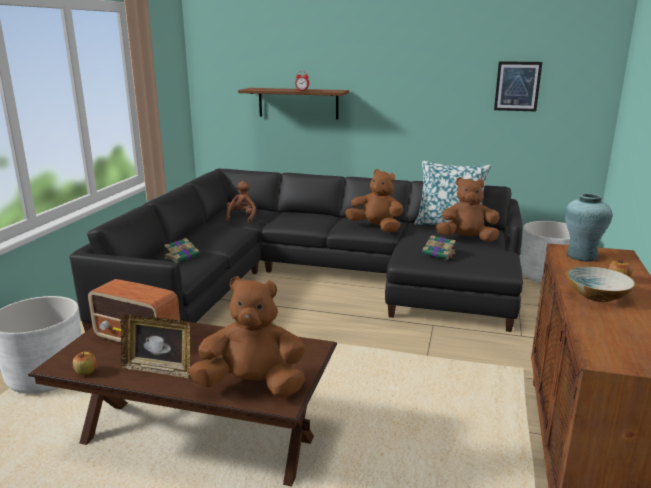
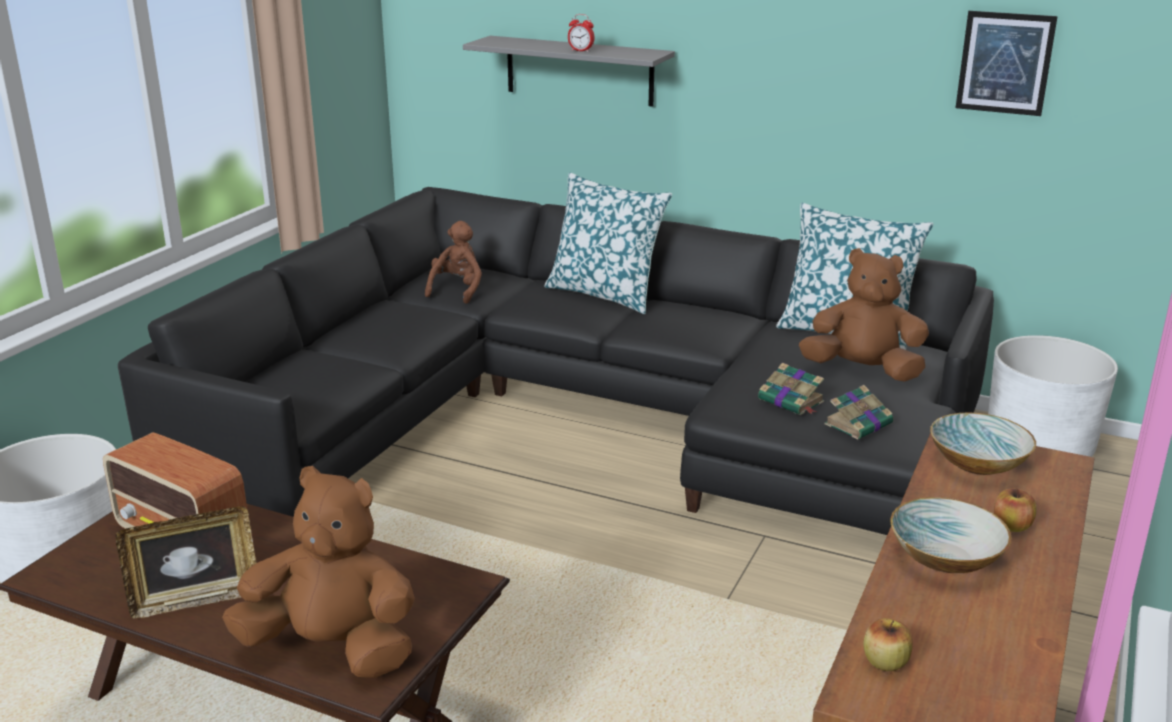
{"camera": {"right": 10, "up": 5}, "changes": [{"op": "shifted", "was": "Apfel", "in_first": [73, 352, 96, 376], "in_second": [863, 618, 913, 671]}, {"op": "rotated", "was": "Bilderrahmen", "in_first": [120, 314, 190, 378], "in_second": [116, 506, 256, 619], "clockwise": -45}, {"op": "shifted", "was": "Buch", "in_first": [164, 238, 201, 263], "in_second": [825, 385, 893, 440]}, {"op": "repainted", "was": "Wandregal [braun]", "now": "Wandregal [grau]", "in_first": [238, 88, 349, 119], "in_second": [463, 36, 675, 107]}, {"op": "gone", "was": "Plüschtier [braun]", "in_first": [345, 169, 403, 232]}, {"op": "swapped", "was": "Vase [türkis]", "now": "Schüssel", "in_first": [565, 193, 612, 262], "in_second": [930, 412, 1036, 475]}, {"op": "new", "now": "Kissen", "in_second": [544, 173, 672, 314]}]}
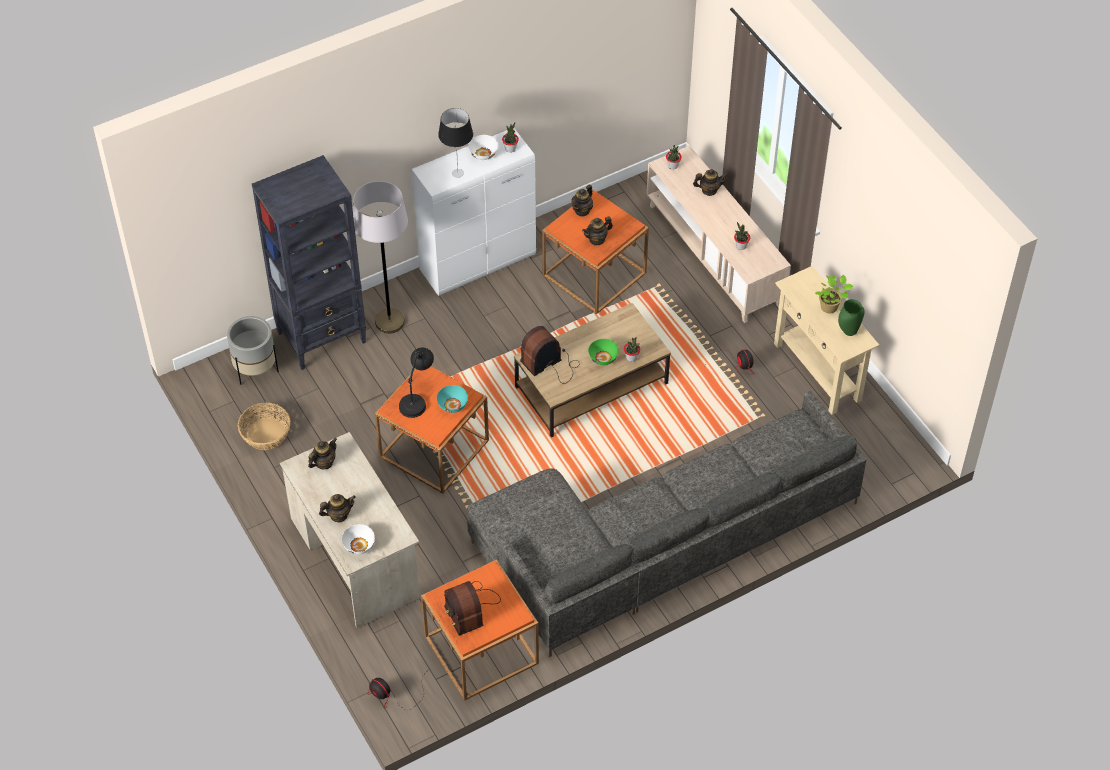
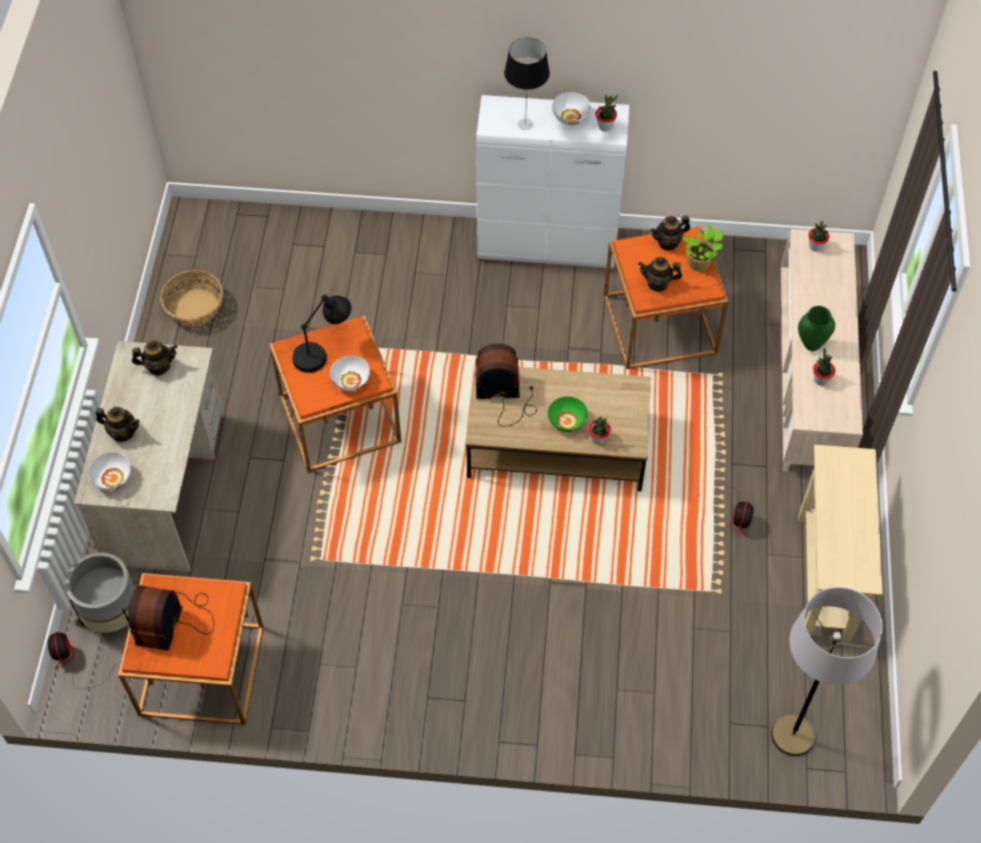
{"camera": {"right": 35, "up": 5}, "changes": [{"op": "shifted", "was": "Pflanzkübel [grau]", "in_first": [227, 316, 279, 385], "in_second": [66, 553, 136, 633]}, {"op": "gone", "was": "Bücherregal [schwarz]", "in_first": [252, 155, 366, 370]}, {"op": "shifted", "was": "Stehlampe [grau]", "in_first": [353, 181, 408, 333], "in_second": [771, 587, 883, 756]}, {"op": "repainted", "was": "Schüssel [türkis]", "now": "Schüssel [weiß]", "in_first": [437, 385, 468, 413], "in_second": [330, 356, 370, 391]}, {"op": "gone", "was": "Sofa [grau]", "in_first": [467, 391, 867, 657]}, {"op": "gone", "was": "Teekanne", "in_first": [693, 169, 727, 196]}, {"op": "shifted", "was": "Topfpflanze", "in_first": [815, 275, 853, 313], "in_second": [682, 225, 723, 272]}, {"op": "shifted", "was": "Vase [grün]", "in_first": [838, 299, 865, 336], "in_second": [798, 306, 835, 351]}]}
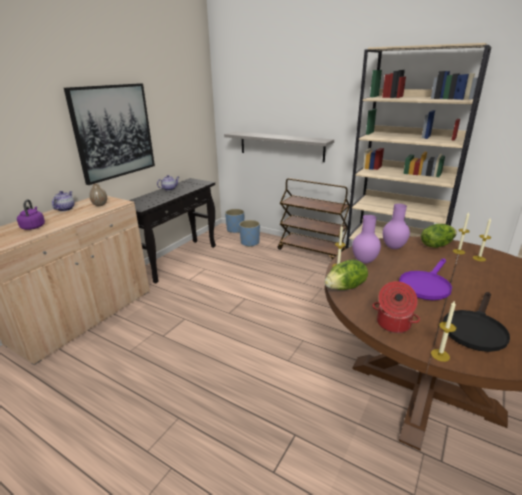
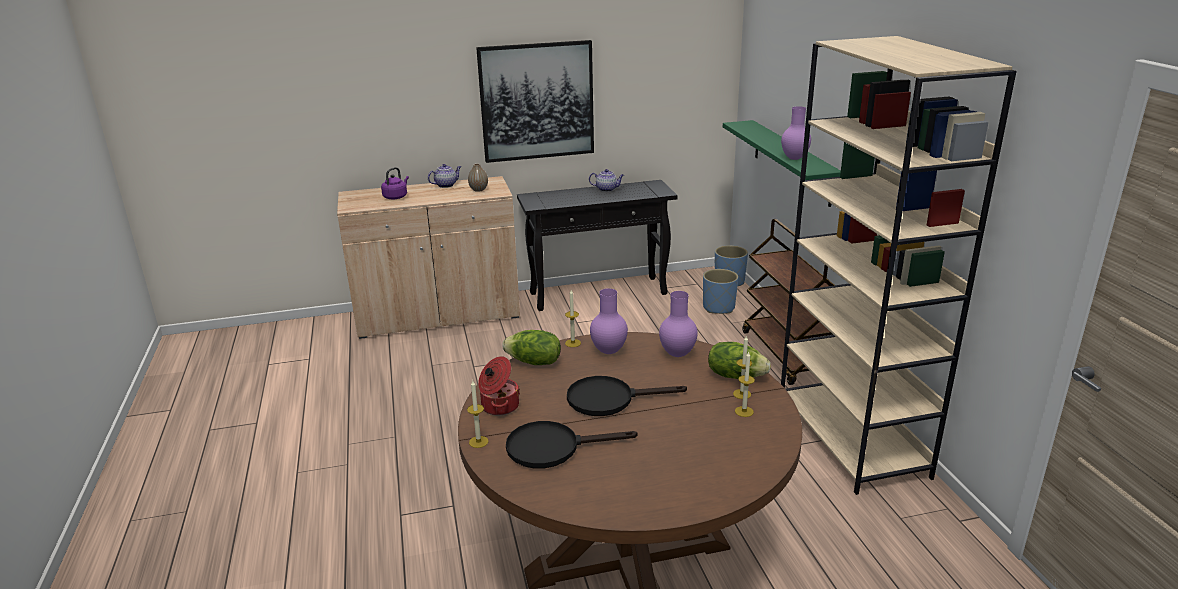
{"camera": {"right": 45, "up": 0}, "changes": [{"op": "repainted", "was": "Wandregal [grau]", "now": "Wandregal [grün]", "in_first": [224, 131, 334, 162], "in_second": [723, 120, 841, 207]}, {"op": "repainted", "was": "Pfanne [lila]", "now": "Pfanne [schwarz]", "in_first": [399, 258, 452, 300], "in_second": [567, 376, 687, 416]}, {"op": "new", "now": "Vase [lila]", "in_second": [781, 106, 811, 160]}]}
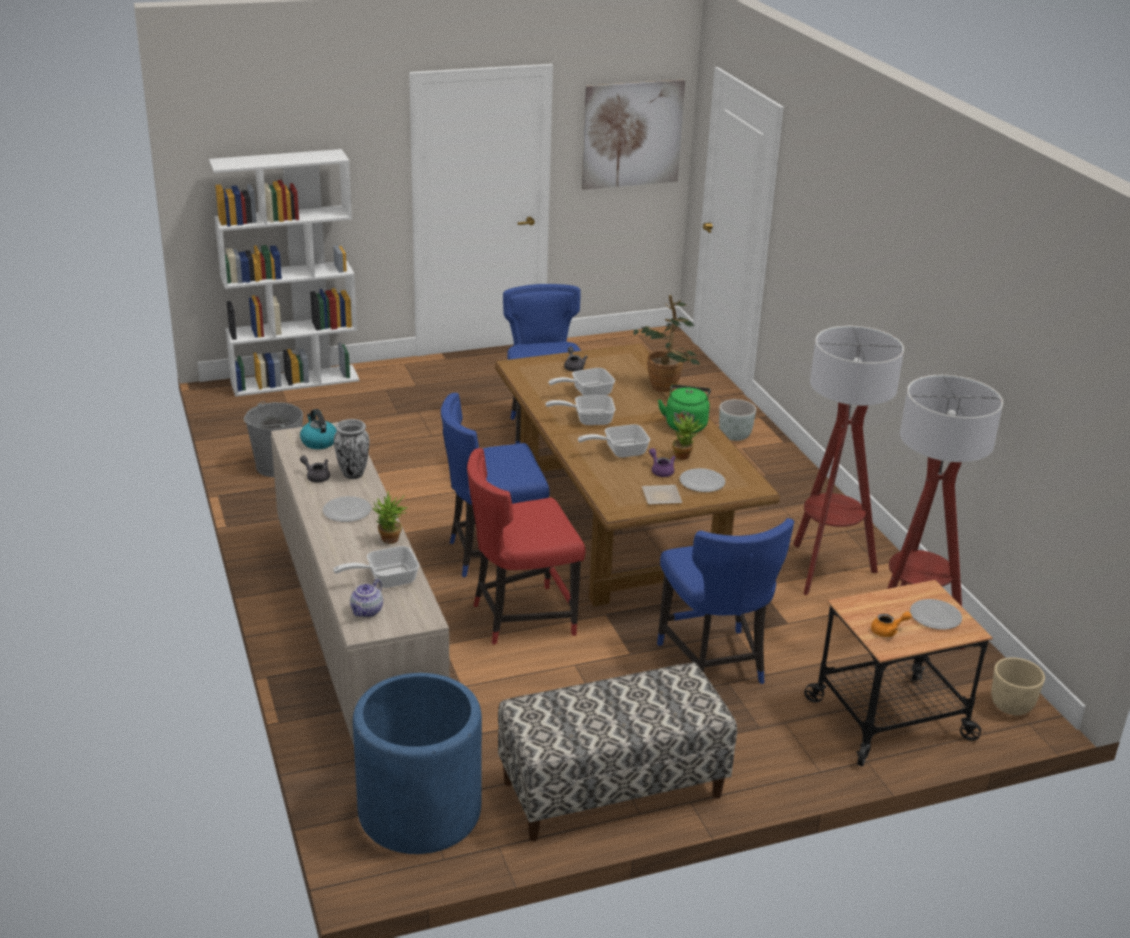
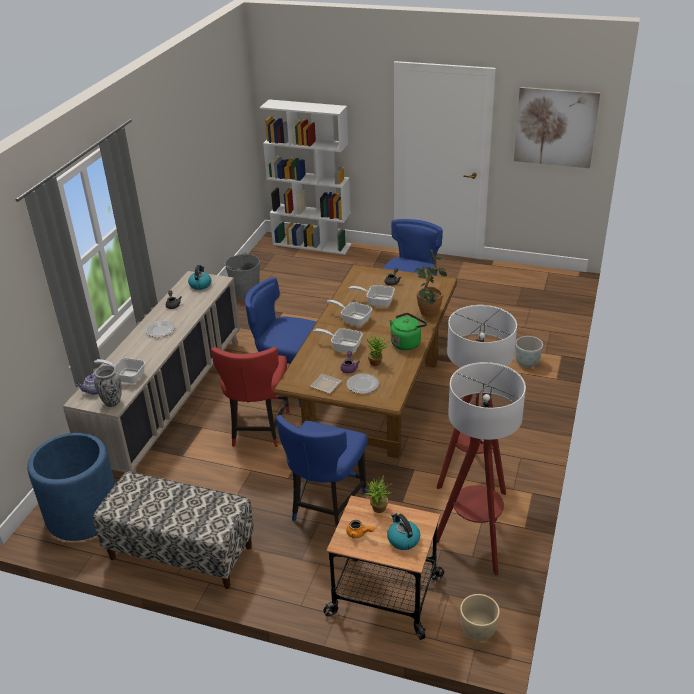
{"camera": {"right": 40, "up": 5}, "changes": [{"op": "shifted", "was": "Vase", "in_first": [334, 419, 369, 479], "in_second": [94, 365, 122, 407]}, {"op": "shifted", "was": "Topfpflanze", "in_first": [373, 491, 408, 544], "in_second": [364, 475, 393, 513]}, {"op": "rotated", "was": "Stuhl [rot]", "in_first": [467, 448, 586, 645], "in_second": [211, 347, 290, 447], "clockwise": -105}, {"op": "swapped", "was": "Teller", "now": "Wasserkessel", "in_first": [910, 599, 962, 630], "in_second": [387, 513, 420, 550]}]}
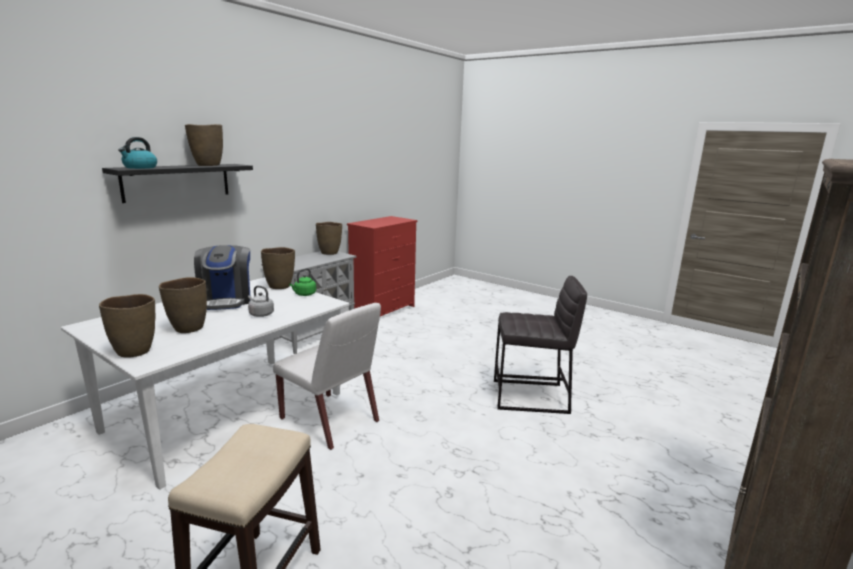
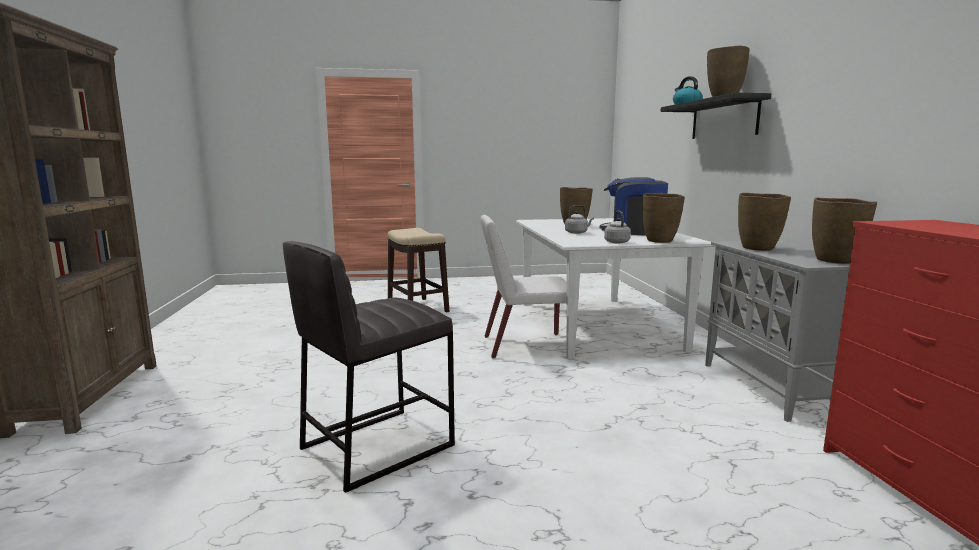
{"camera": {"right": 135, "up": -5}, "changes": [{"op": "shifted", "was": "Vase [braun]", "in_first": [99, 294, 155, 357], "in_second": [738, 193, 791, 251]}, {"op": "repainted", "was": "Wasserkessel [grün]", "now": "Wasserkessel [grau]", "in_first": [289, 268, 316, 296], "in_second": [604, 211, 631, 243]}]}
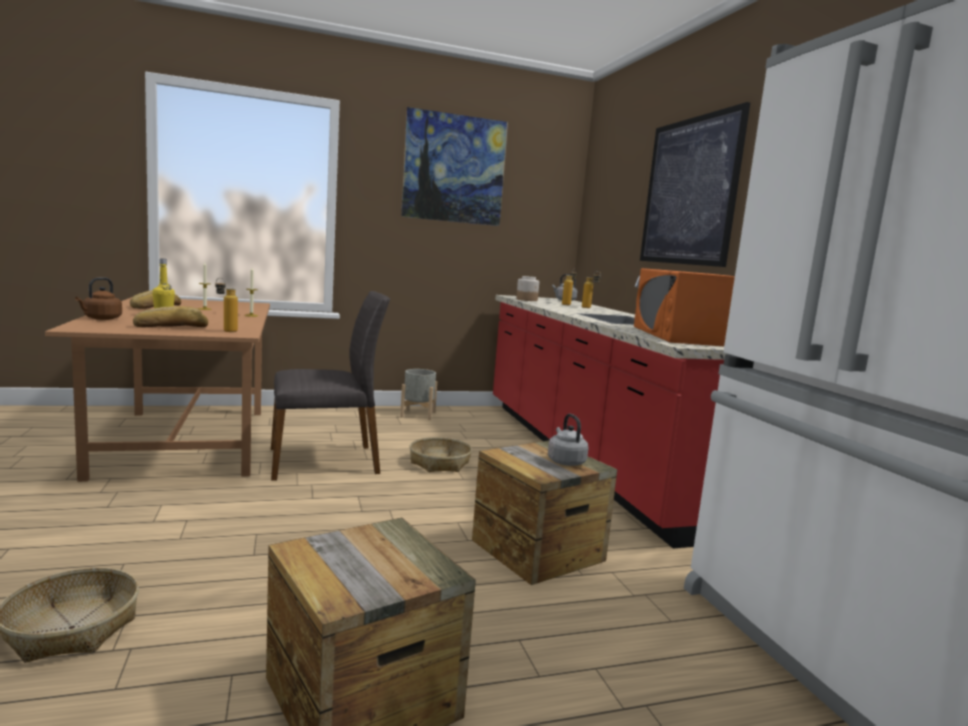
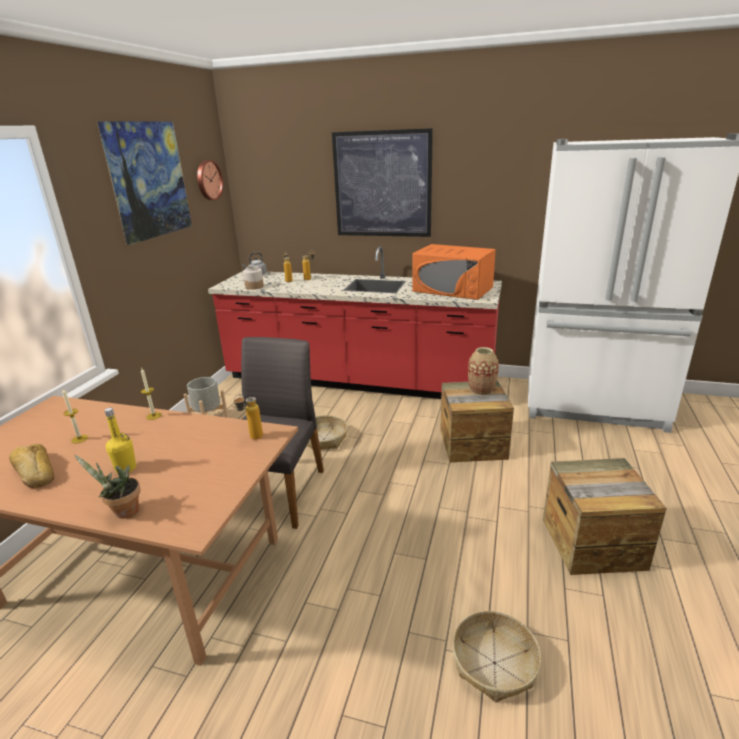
{"camera": {"right": -55, "up": 15}, "changes": [{"op": "swapped", "was": "Wasserkessel [braun]", "now": "Topfpflanze", "in_first": [75, 277, 122, 320], "in_second": [74, 455, 140, 518]}, {"op": "gone", "was": "Brot", "in_first": [133, 306, 208, 327]}, {"op": "swapped", "was": "Wasserkessel [grau]", "now": "Vase", "in_first": [548, 414, 588, 466], "in_second": [468, 347, 499, 396]}, {"op": "new", "now": "Wanduhr", "in_second": [197, 160, 223, 200]}]}
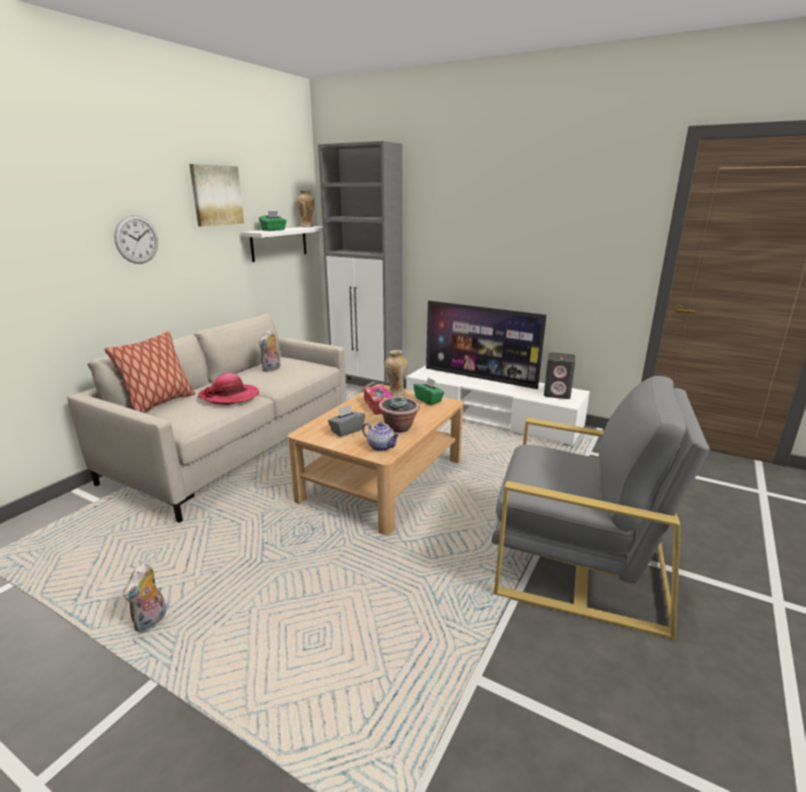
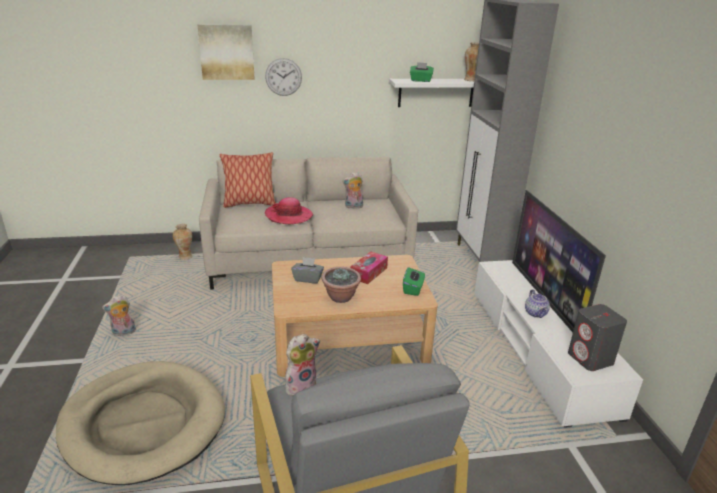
{"camera": {"right": 50, "up": 5}, "changes": [{"op": "shifted", "was": "Bild", "in_first": [189, 164, 244, 227], "in_second": [198, 24, 255, 80]}, {"op": "shifted", "was": "Teekanne", "in_first": [362, 422, 400, 451], "in_second": [525, 290, 550, 318]}, {"op": "shifted", "was": "Vase", "in_first": [385, 350, 408, 396], "in_second": [173, 224, 192, 260]}, {"op": "new", "now": "Hundebett [beige]", "in_second": [56, 361, 225, 485]}, {"op": "new", "now": "Plüschtier", "in_second": [285, 334, 320, 396]}]}
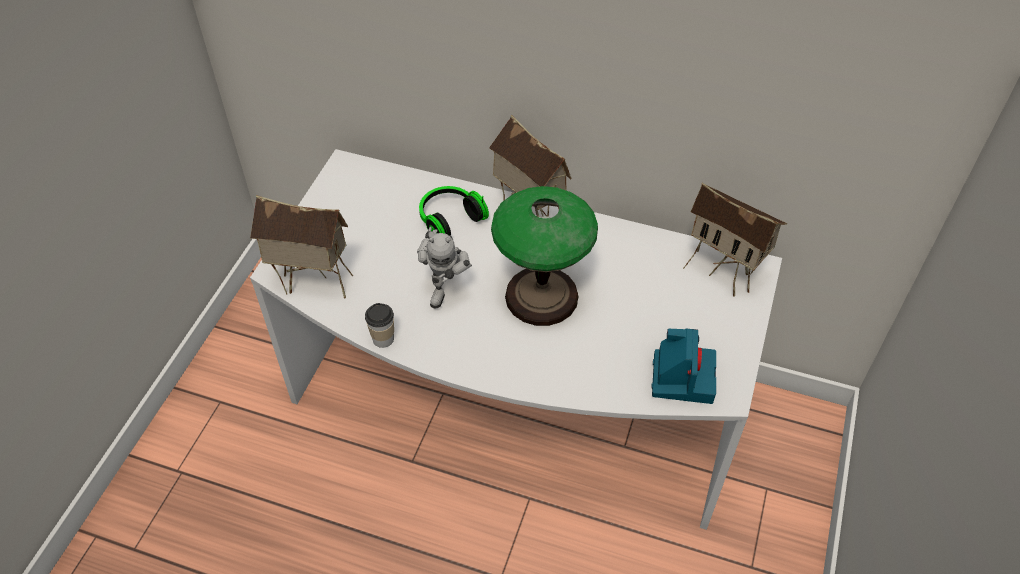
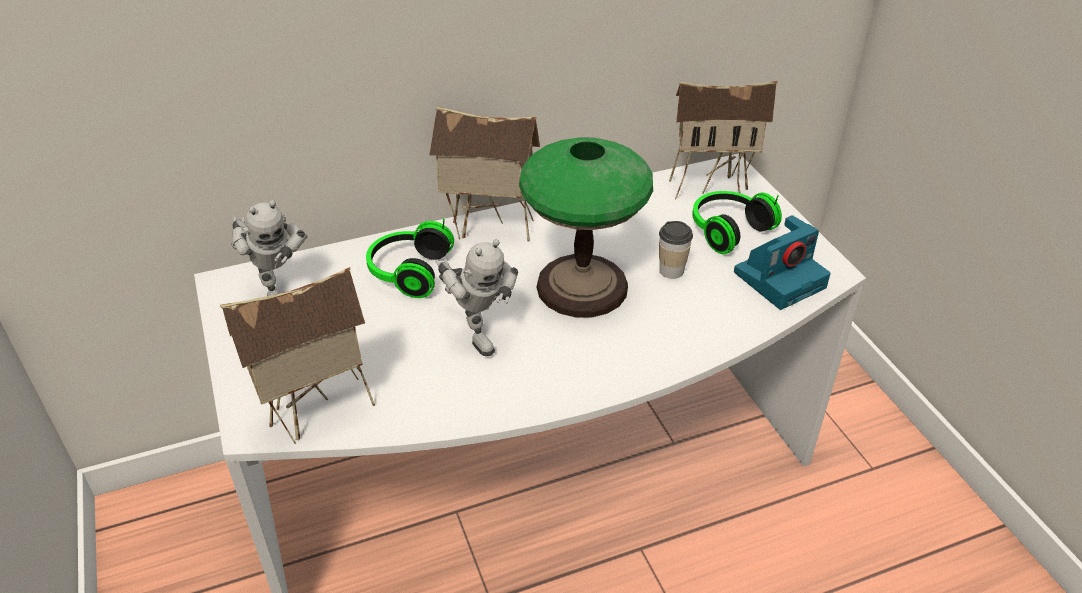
{"camera": {"right": -40, "up": -10}, "changes": [{"op": "shifted", "was": "Tasse", "in_first": [365, 303, 394, 348], "in_second": [659, 221, 693, 279]}, {"op": "rotated", "was": "Kamera", "in_first": [651, 328, 716, 404], "in_second": [734, 215, 831, 310], "clockwise": 90}, {"op": "new", "now": "Spielzeugroboter", "in_second": [232, 200, 307, 296]}, {"op": "new", "now": "Kopfhörer", "in_second": [692, 191, 782, 254]}]}
